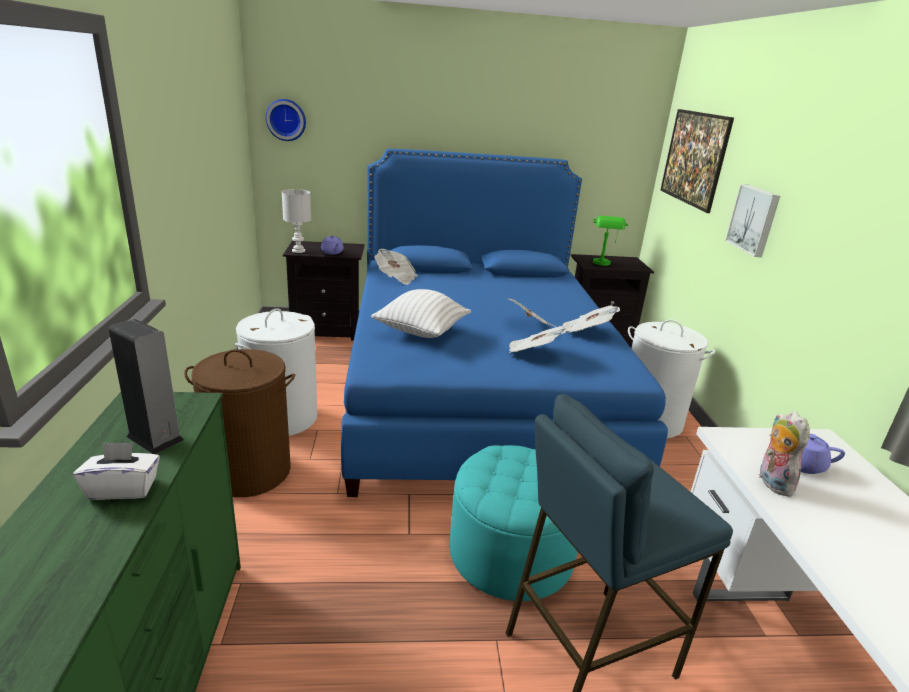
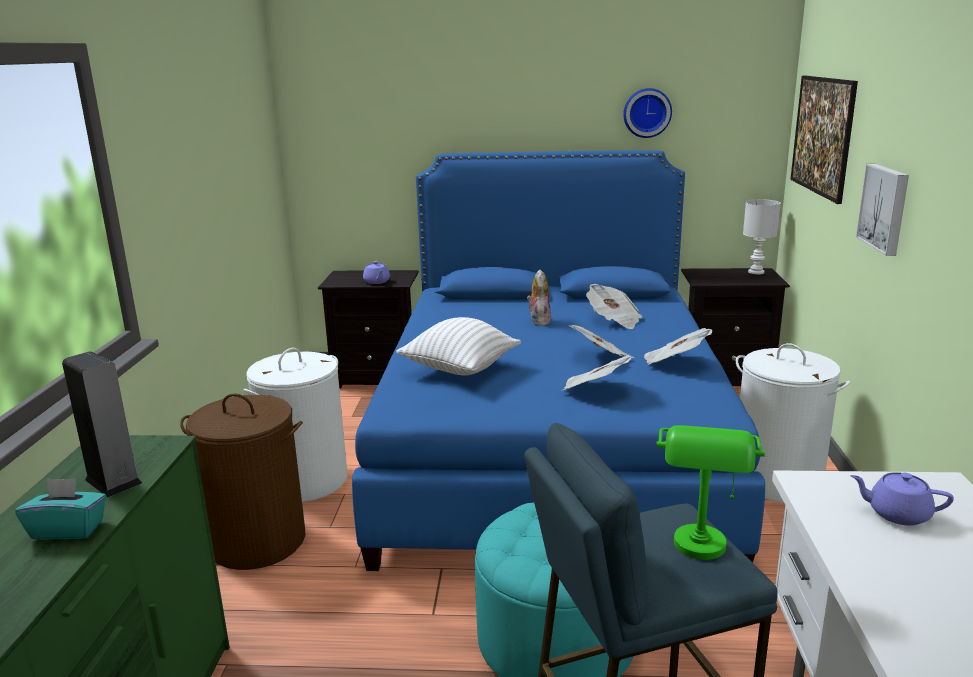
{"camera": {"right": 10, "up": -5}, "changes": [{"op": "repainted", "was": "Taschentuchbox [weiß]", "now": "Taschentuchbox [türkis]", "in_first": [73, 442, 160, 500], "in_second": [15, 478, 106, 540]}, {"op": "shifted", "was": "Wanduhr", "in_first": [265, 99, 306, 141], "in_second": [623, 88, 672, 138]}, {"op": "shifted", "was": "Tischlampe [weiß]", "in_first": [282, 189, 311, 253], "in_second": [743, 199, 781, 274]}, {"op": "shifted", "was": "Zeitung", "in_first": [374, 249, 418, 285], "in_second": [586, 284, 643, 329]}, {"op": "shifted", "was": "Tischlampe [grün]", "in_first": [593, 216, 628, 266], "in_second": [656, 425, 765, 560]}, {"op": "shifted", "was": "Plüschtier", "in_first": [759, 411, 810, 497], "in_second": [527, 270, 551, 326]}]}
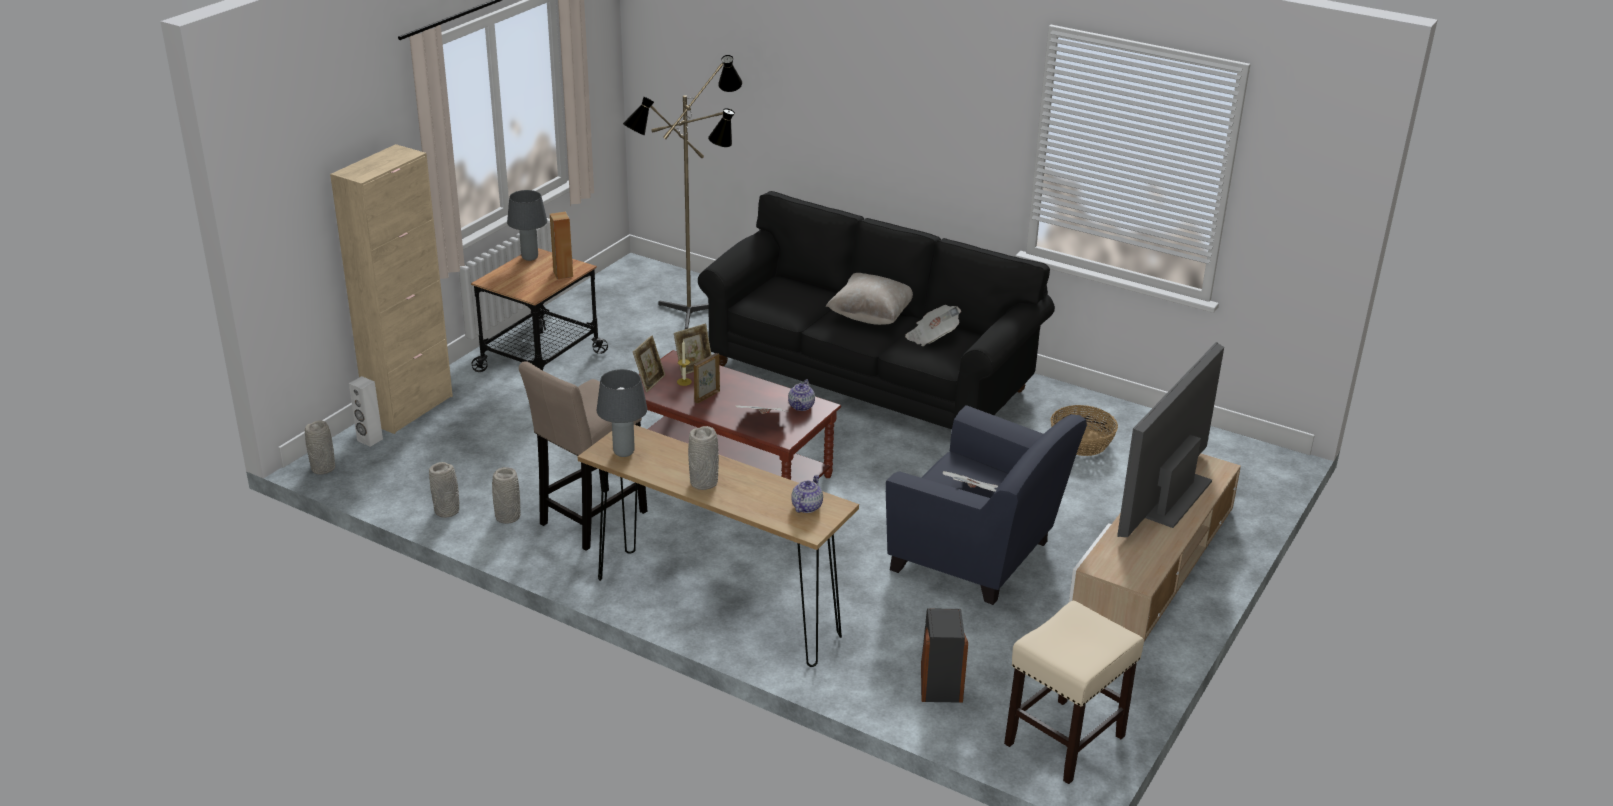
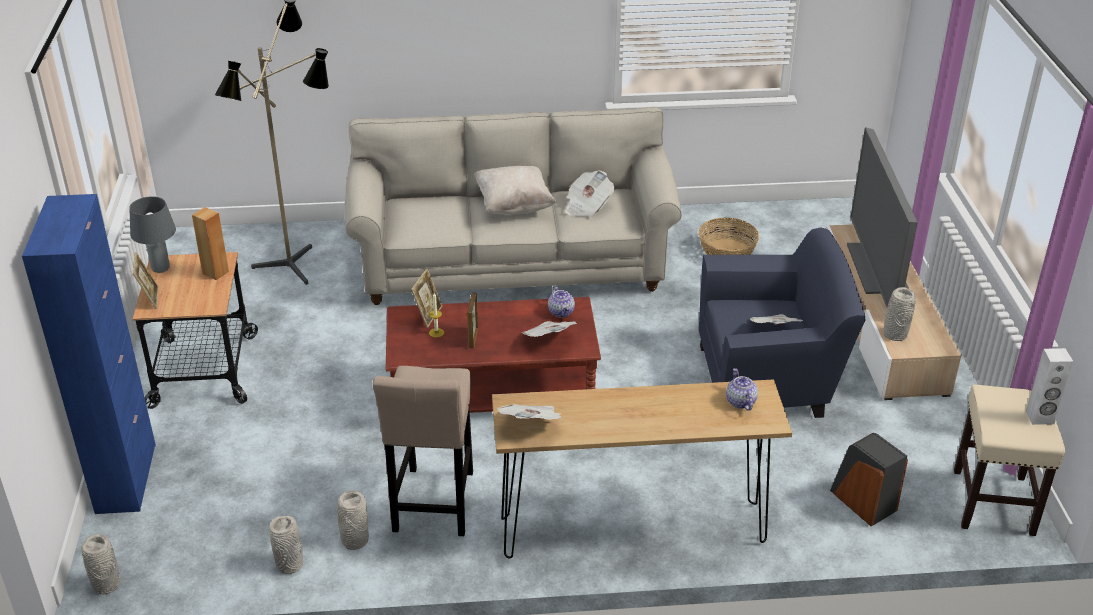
{"camera": {"right": -35, "up": 5}, "changes": [{"op": "repainted", "was": "Schrank [beige]", "now": "Schrank [blau]", "in_first": [330, 144, 453, 434], "in_second": [22, 194, 156, 514]}, {"op": "shifted", "was": "Lautsprecher [weiß]", "in_first": [349, 376, 383, 447], "in_second": [1026, 348, 1073, 425]}, {"op": "swapped", "was": "Tischlampe [grau]", "now": "Zeitung", "in_first": [597, 369, 647, 457], "in_second": [497, 404, 562, 420]}, {"op": "shifted", "was": "Bilderrahmen", "in_first": [633, 335, 665, 392], "in_second": [133, 252, 159, 309]}, {"op": "shifted", "was": "Vase [grau]", "in_first": [688, 426, 719, 490], "in_second": [883, 287, 916, 341]}, {"op": "repainted", "was": "Sofa [schwarz]", "now": "Sofa [beige]", "in_first": [698, 191, 1055, 429], "in_second": [345, 107, 682, 305]}]}
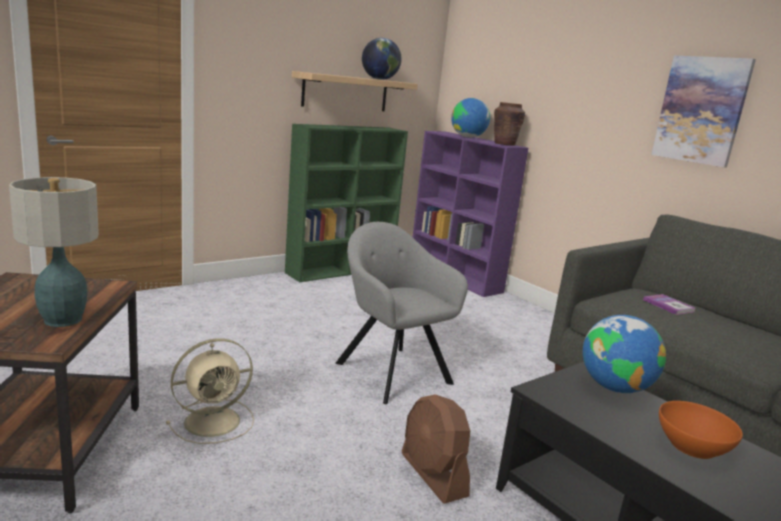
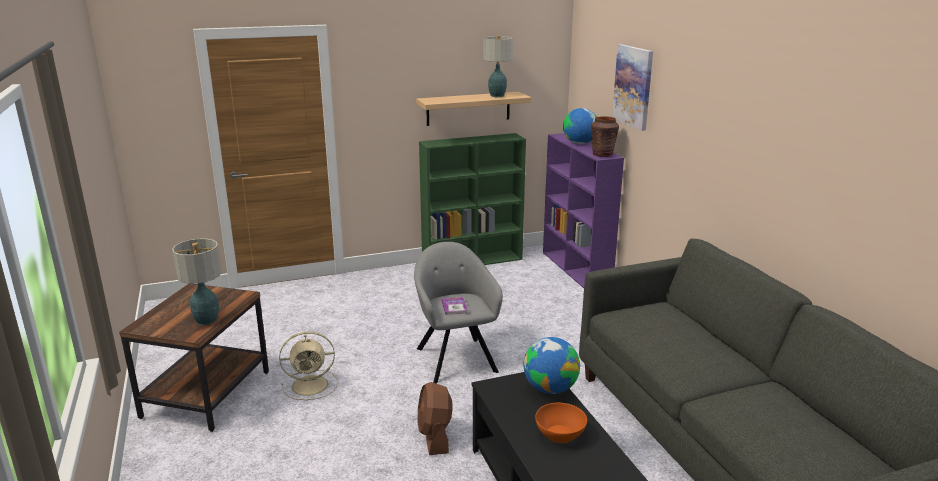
{"camera": {"right": 20, "up": 5}, "changes": [{"op": "swapped", "was": "Globus", "now": "Tischlampe", "in_first": [362, 38, 402, 80], "in_second": [483, 35, 513, 97]}, {"op": "shifted", "was": "Buch", "in_first": [643, 294, 695, 315], "in_second": [442, 297, 468, 315]}, {"op": "shifted", "was": "Bild", "in_first": [651, 56, 756, 167], "in_second": [612, 44, 653, 131]}]}
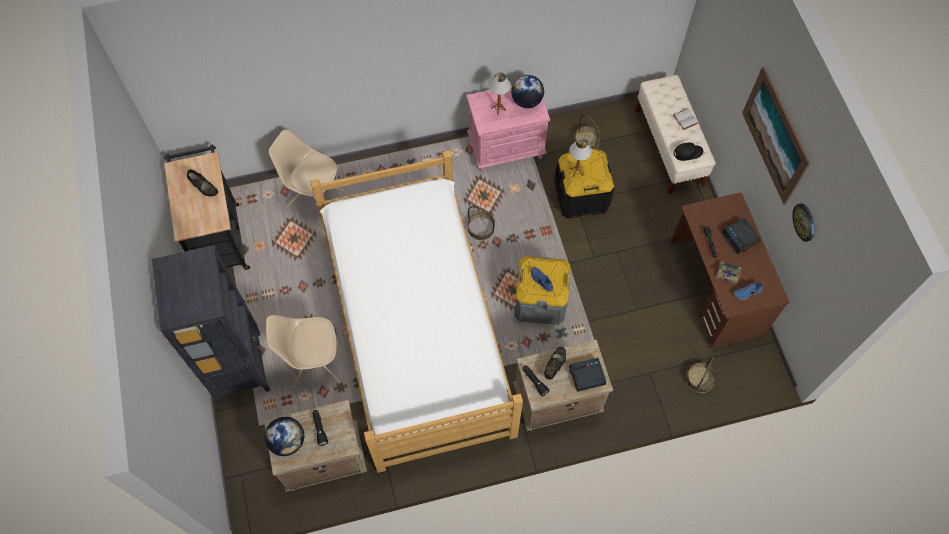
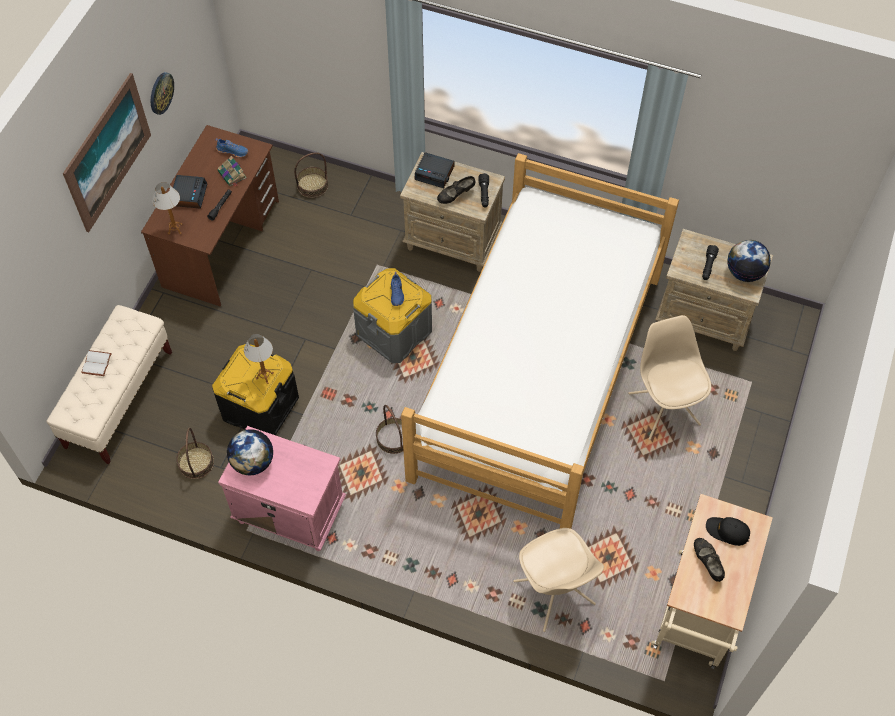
{"camera": {"right": -145, "up": -5}, "changes": [{"op": "gone", "was": "Bücherregal [schwarz]", "in_first": [152, 245, 270, 403]}, {"op": "repainted", "was": "Rollwagen [schwarz]", "now": "Rollwagen [beige]", "in_first": [164, 144, 250, 270], "in_second": [651, 494, 773, 669]}, {"op": "rotated", "was": "Stuhl [beige]", "in_first": [266, 315, 340, 388], "in_second": [628, 315, 711, 440], "clockwise": -135}, {"op": "shifted", "was": "Tischlampe", "in_first": [489, 72, 511, 115], "in_second": [152, 182, 182, 235]}, {"op": "shifted", "was": "Kappe [schwarz]", "in_first": [673, 143, 703, 161], "in_second": [706, 517, 750, 546]}]}
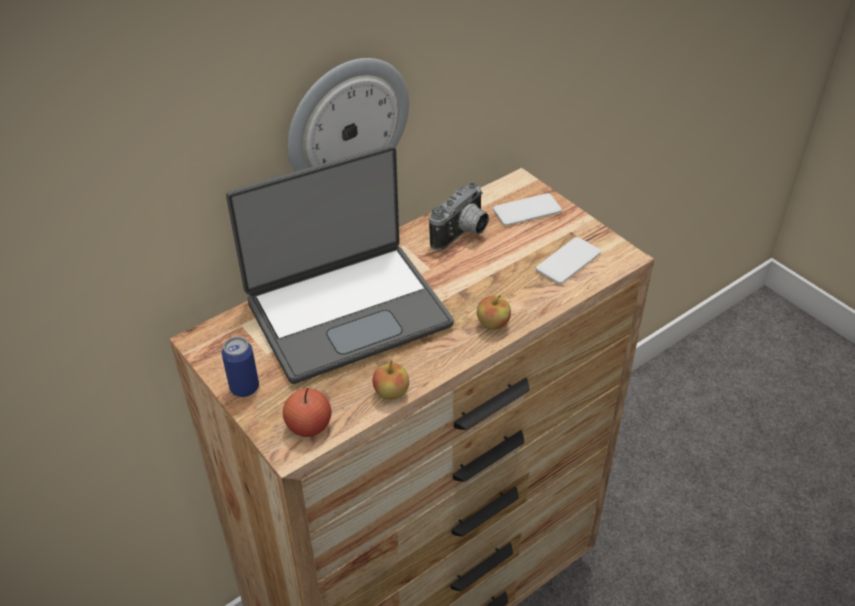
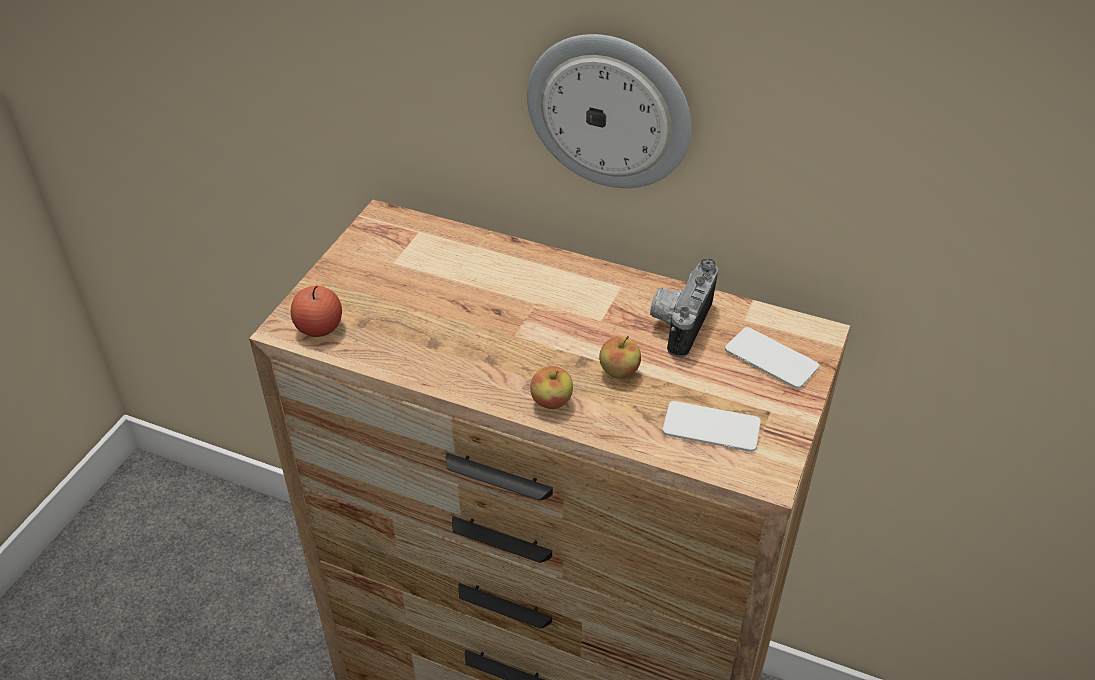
{"camera": {"right": 60, "up": 0}, "changes": [{"op": "gone", "was": "Dose", "in_first": [222, 337, 259, 397]}, {"op": "gone", "was": "Laptop", "in_first": [226, 144, 454, 384]}, {"op": "shifted", "was": "Apfel", "in_first": [372, 361, 409, 400], "in_second": [599, 336, 641, 379]}, {"op": "rotated", "was": "Kamera", "in_first": [429, 182, 489, 251], "in_second": [650, 258, 718, 358], "clockwise": 105}]}
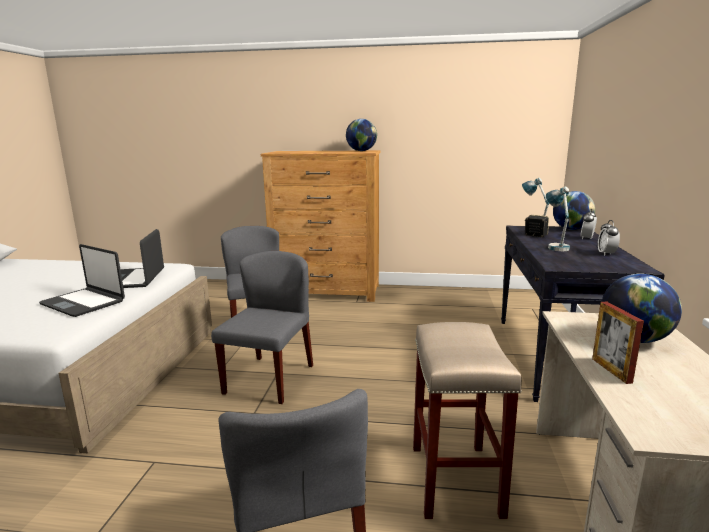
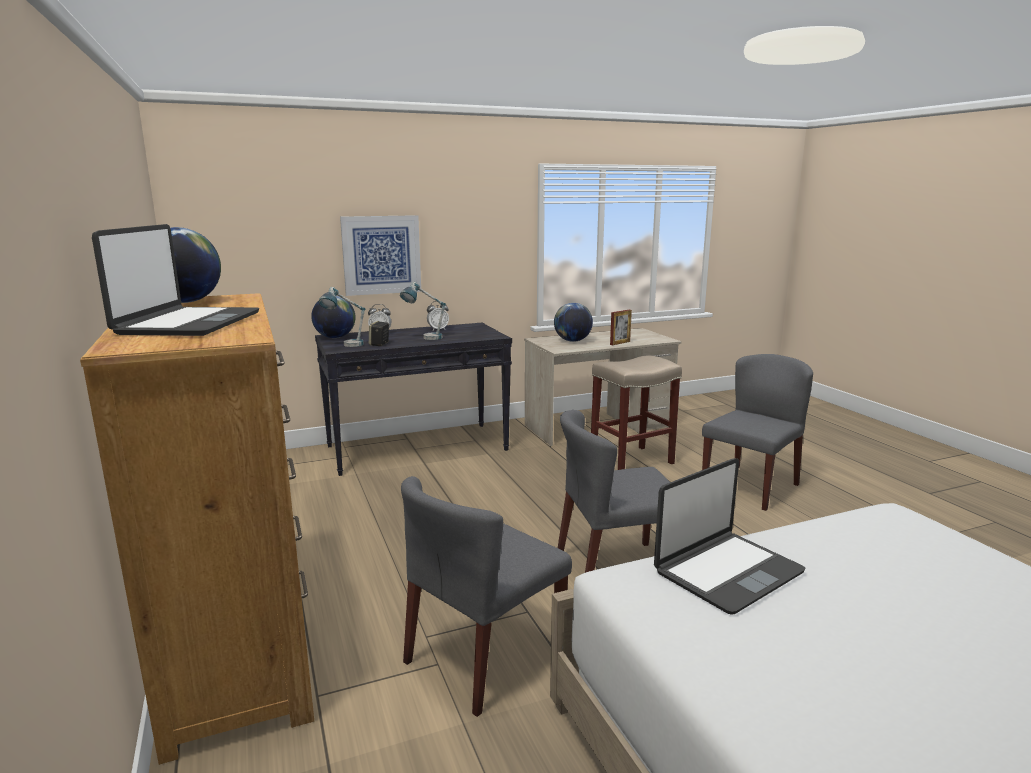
{"camera": {"right": -120, "up": 0}, "changes": [{"op": "shifted", "was": "Laptop", "in_first": [39, 244, 125, 317], "in_second": [92, 224, 259, 336]}, {"op": "new", "now": "Bild", "in_second": [340, 215, 421, 296]}]}
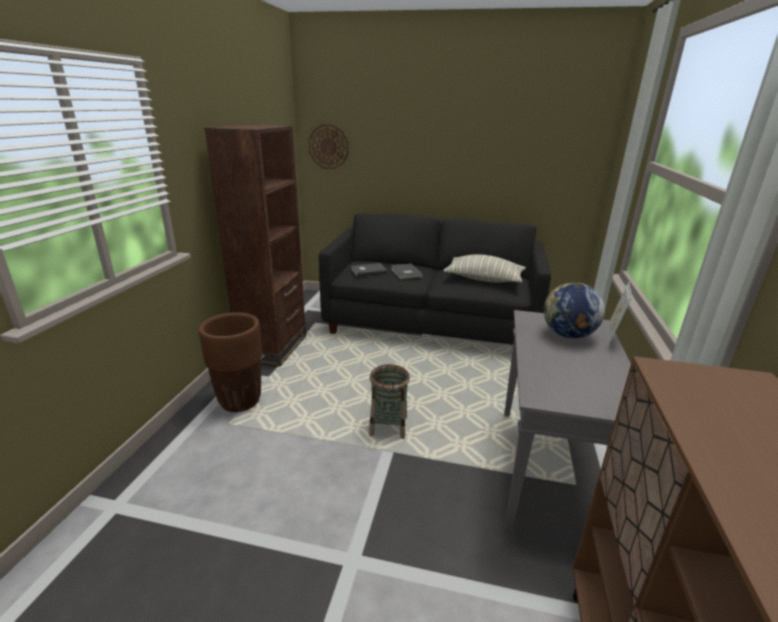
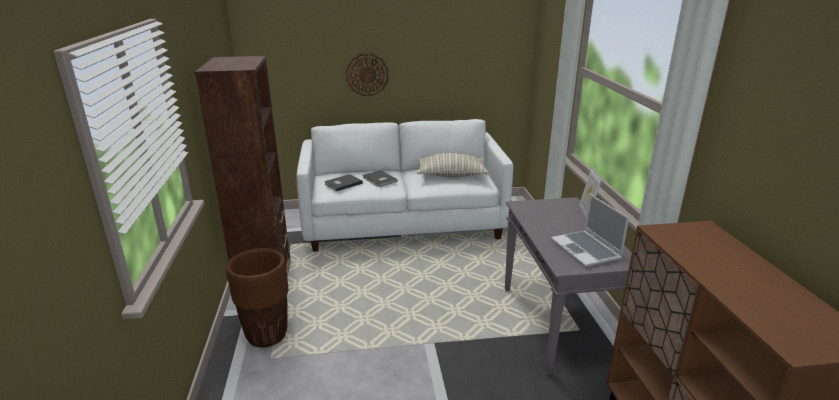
{"camera": {"right": -20, "up": 0}, "changes": [{"op": "shifted", "was": "Wanduhr", "in_first": [308, 124, 349, 169], "in_second": [346, 53, 389, 96]}, {"op": "repainted", "was": "Sofa [schwarz]", "now": "Sofa [weiß]", "in_first": [319, 213, 551, 345], "in_second": [296, 119, 513, 252]}, {"op": "gone", "was": "Korb", "in_first": [369, 364, 410, 439]}, {"op": "gone", "was": "Globus", "in_first": [544, 282, 605, 338]}, {"op": "new", "now": "Laptop", "in_second": [551, 194, 629, 267]}]}
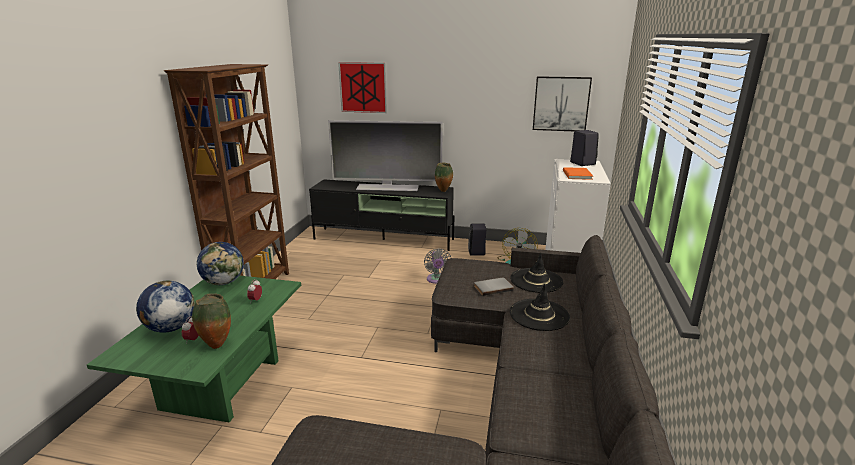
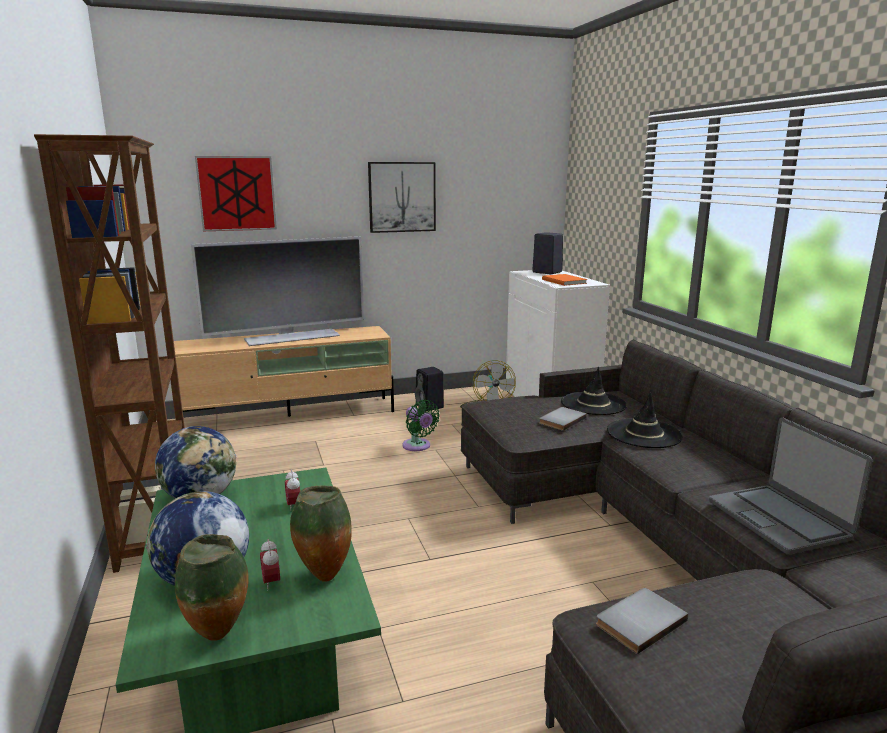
{"camera": {"right": -30, "up": -5}, "changes": [{"op": "repainted", "was": "Fernsehschrank [schwarz]", "now": "Fernsehschrank [beige]", "in_first": [309, 179, 454, 251], "in_second": [174, 326, 394, 417]}, {"op": "repainted", "was": "Ventilator [grau]", "now": "Ventilator [grün]", "in_first": [424, 248, 451, 284], "in_second": [402, 400, 440, 451]}, {"op": "shifted", "was": "Vase", "in_first": [435, 162, 453, 192], "in_second": [175, 534, 249, 641]}, {"op": "shifted", "was": "Bild", "in_first": [533, 76, 592, 131], "in_second": [368, 162, 436, 233]}, {"op": "new", "now": "Buch [grau]", "in_second": [596, 588, 688, 654]}, {"op": "new", "now": "Laptop", "in_second": [709, 417, 872, 555]}]}
